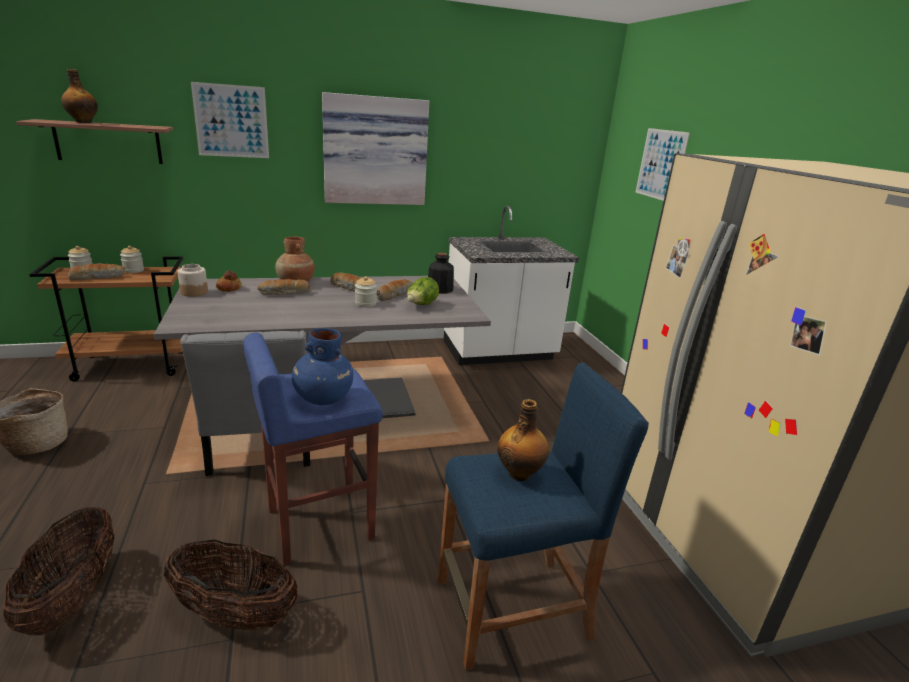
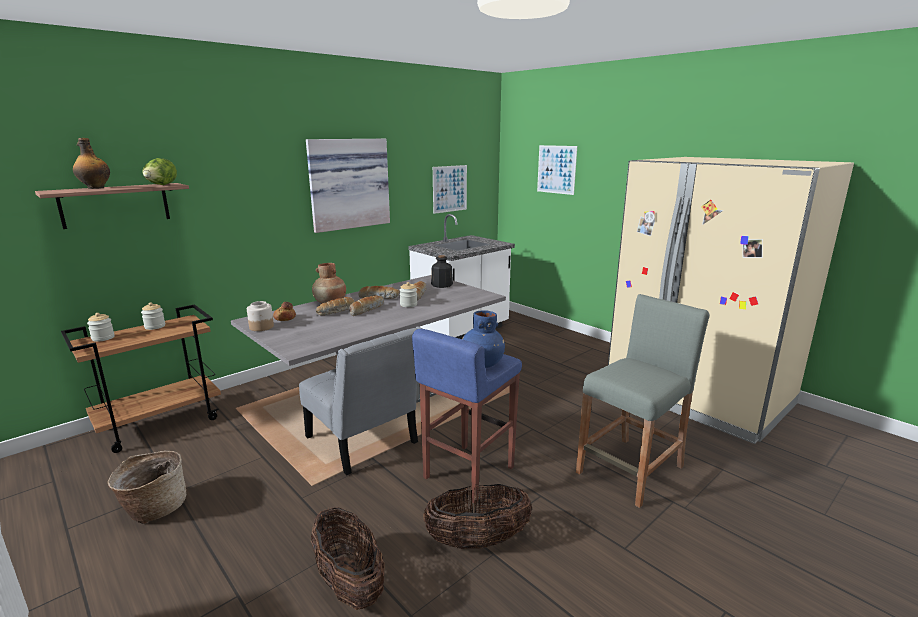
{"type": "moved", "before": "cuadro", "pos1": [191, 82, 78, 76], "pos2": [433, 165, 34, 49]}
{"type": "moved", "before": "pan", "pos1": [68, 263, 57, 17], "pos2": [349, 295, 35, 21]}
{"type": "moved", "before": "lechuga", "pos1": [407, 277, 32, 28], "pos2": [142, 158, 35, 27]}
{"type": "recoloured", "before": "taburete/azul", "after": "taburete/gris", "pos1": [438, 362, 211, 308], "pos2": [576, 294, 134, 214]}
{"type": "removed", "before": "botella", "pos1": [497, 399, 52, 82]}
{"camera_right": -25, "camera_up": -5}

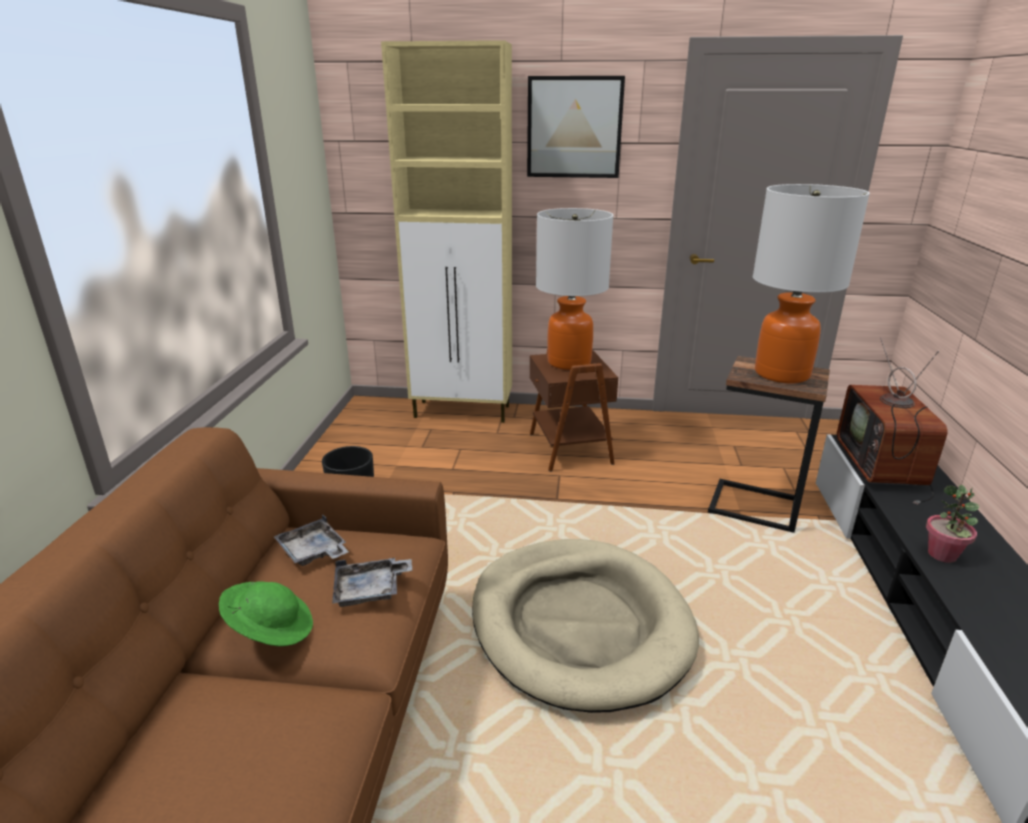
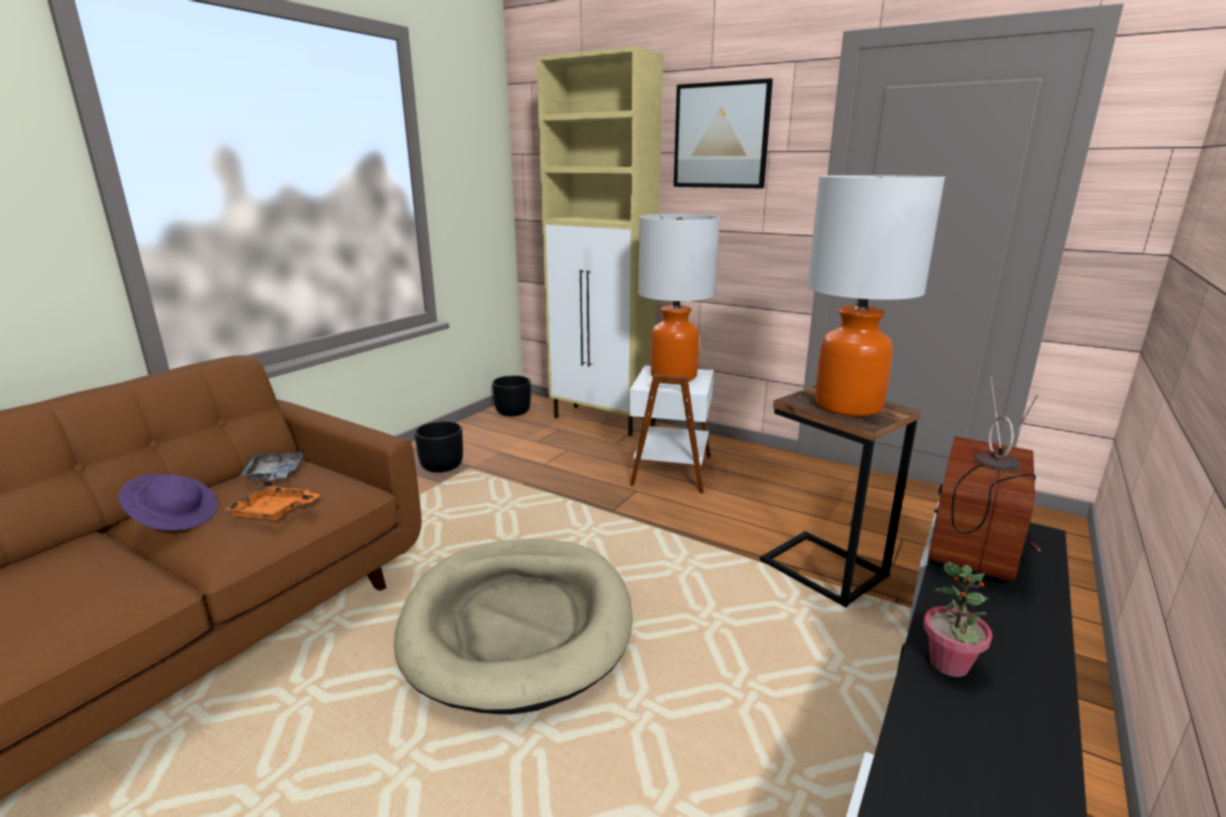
{"type": "recoloured", "before": "mesa auxiliar/marrón", "after": "mesa auxiliar/blanco", "pos1": [530, 350, 88, 122], "pos2": [630, 366, 84, 127]}
{"type": "recoloured", "before": "bandeja/gris", "after": "bandeja/naranja", "pos1": [332, 558, 80, 49], "pos2": [224, 480, 97, 41]}
{"type": "recoloured", "before": "sombrero/verde", "after": "sombrero/morado", "pos1": [219, 581, 94, 65], "pos2": [118, 474, 100, 56]}
{"type": "added", "after": "maceta/negro", "pos2": [492, 375, 39, 41]}
{"camera_right": 25, "camera_up": -5}

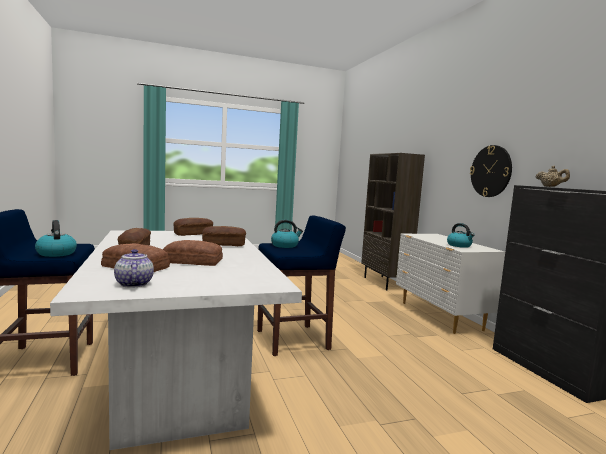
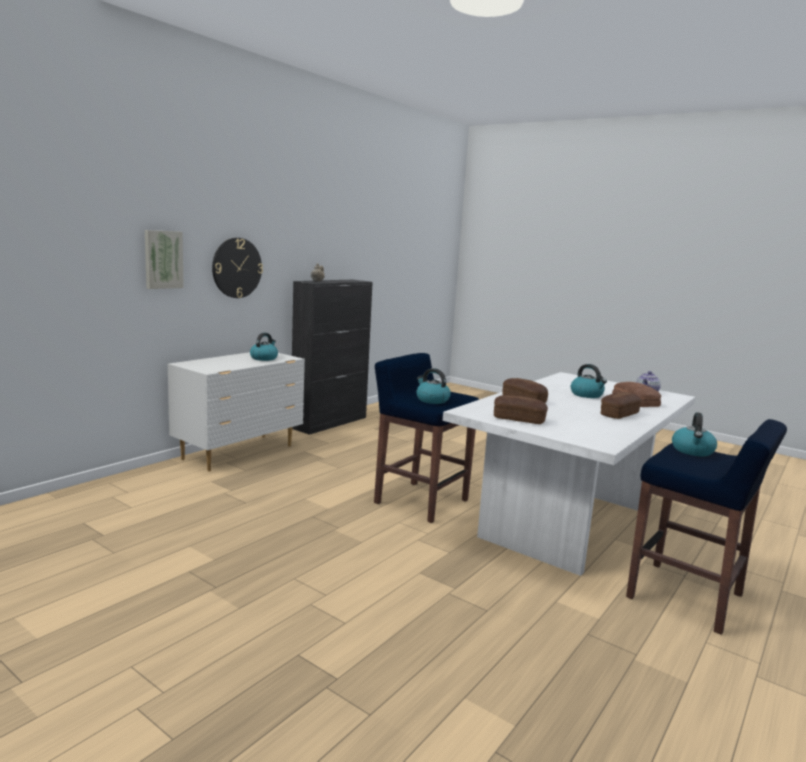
{"type": "removed", "before": "estantería/marrón", "pos1": [361, 153, 64, 137]}
{"type": "replaced", "before": "pan", "after": "hervidor", "pos1": [163, 240, 60, 26], "pos2": [571, 364, 36, 34]}
{"type": "added", "after": "cuadro", "pos2": [145, 230, 39, 59]}
{"camera_right": -125, "camera_up": 5}

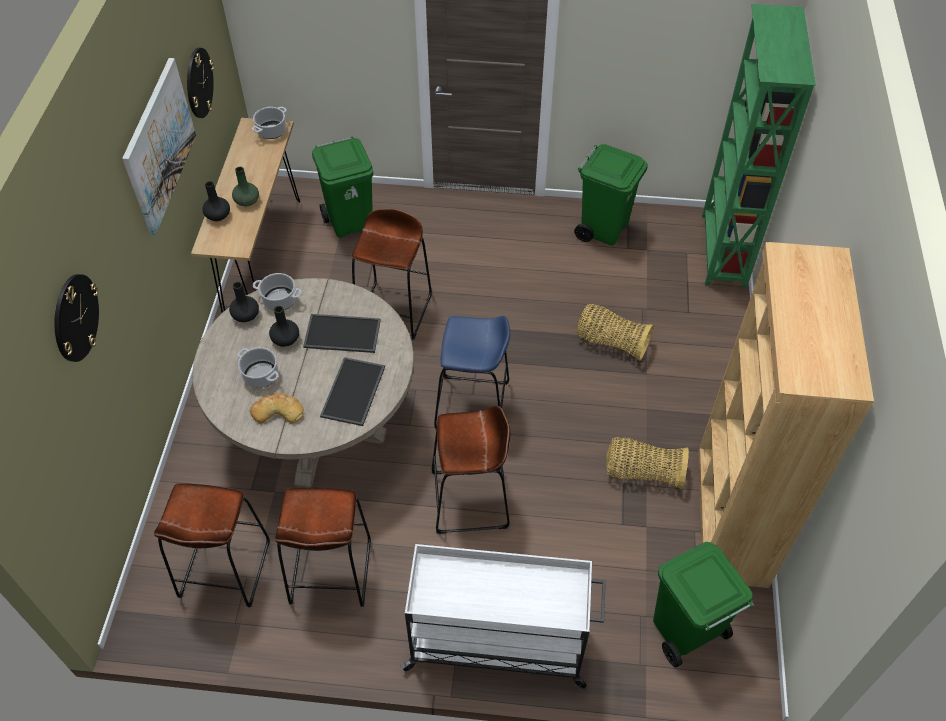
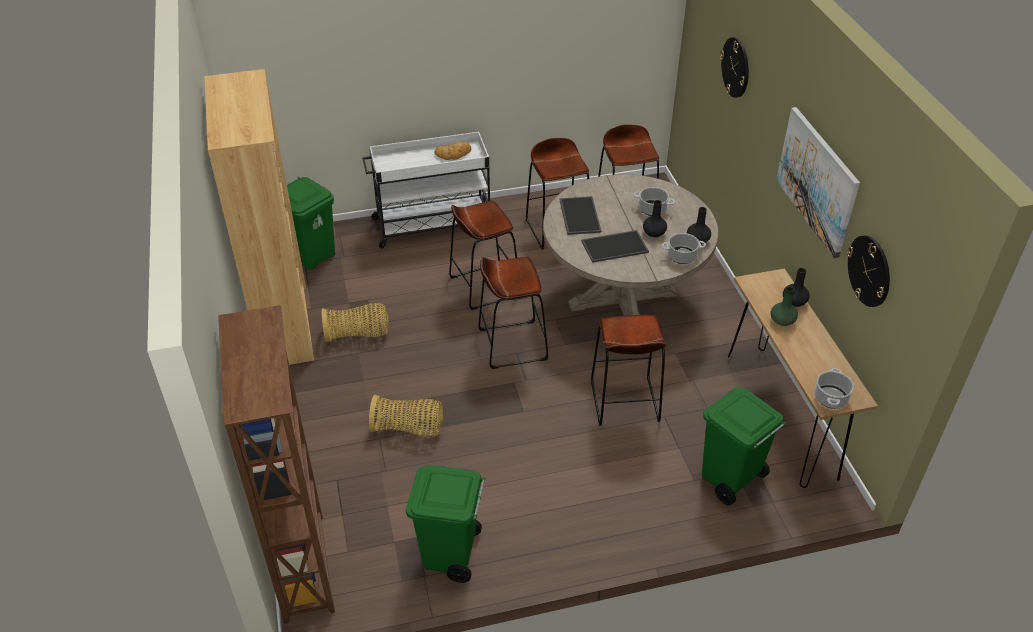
{"type": "recoloured", "before": "estantería/verde", "after": "estantería/marrón", "pos1": [702, 4, 114, 285], "pos2": [218, 305, 117, 318]}
{"type": "recoloured", "before": "taburete/azul", "after": "taburete/marrón", "pos1": [434, 316, 76, 113], "pos2": [478, 257, 70, 112]}
{"type": "moved", "before": "pan", "pos1": [250, 393, 54, 31], "pos2": [435, 141, 36, 19]}
{"camera_right": 160, "camera_up": -10}

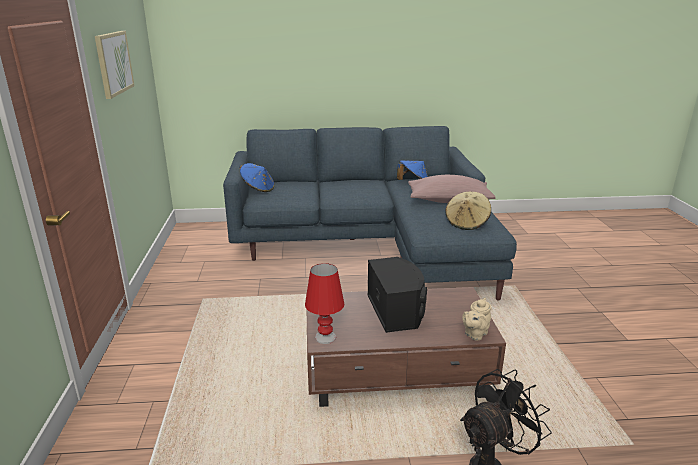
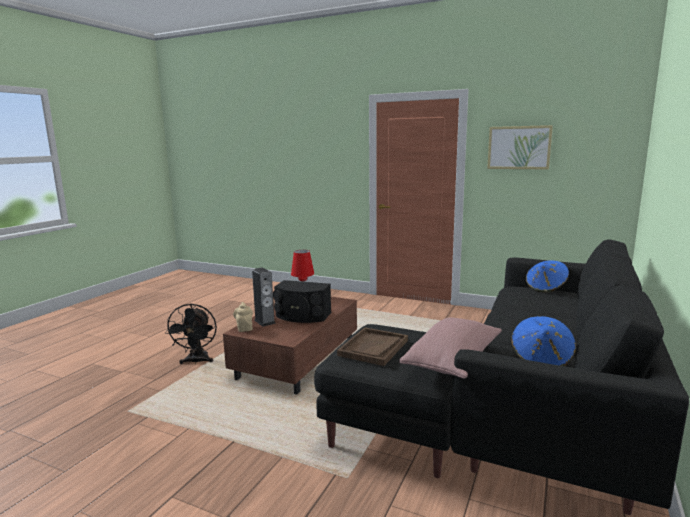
{"type": "recoloured", "before": "sofá/azul", "after": "sofá/negro", "pos1": [223, 126, 294, 174], "pos2": [314, 239, 375, 276]}
{"type": "replaced", "before": "sombrero/beis", "after": "bandeja/marrón", "pos1": [445, 192, 46, 38], "pos2": [337, 327, 71, 39]}
{"type": "added", "after": "altavoz", "pos2": [252, 267, 24, 60]}
{"camera_right": 120, "camera_up": -10}

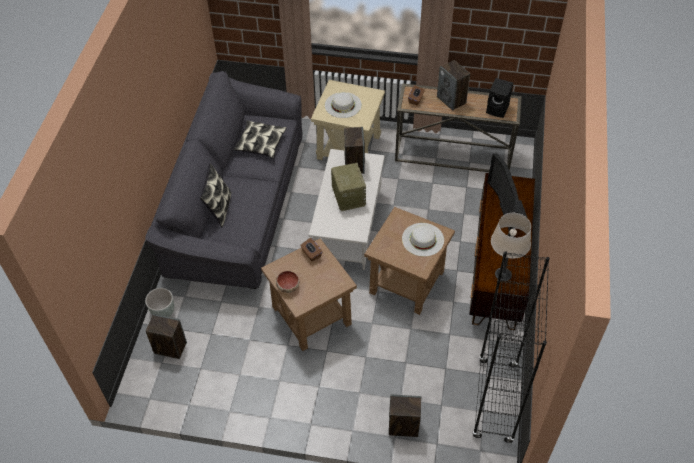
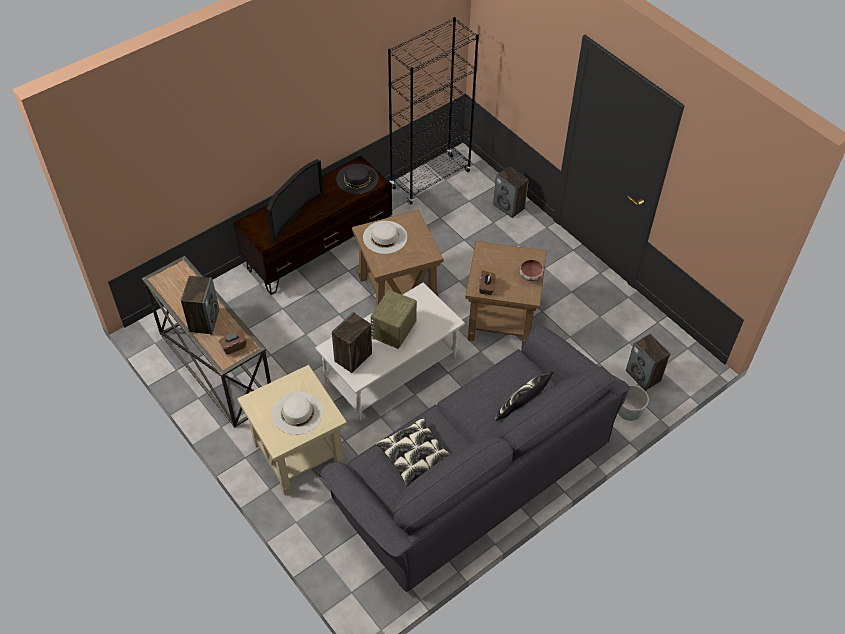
{"type": "removed", "before": "altavoz/negro", "pos1": [486, 78, 27, 40]}
{"type": "replaced", "before": "lámpara de mesa/beis", "after": "sombrero/negro", "pos1": [491, 213, 40, 68], "pos2": [336, 164, 42, 30]}
{"camera_right": -140, "camera_up": 0}

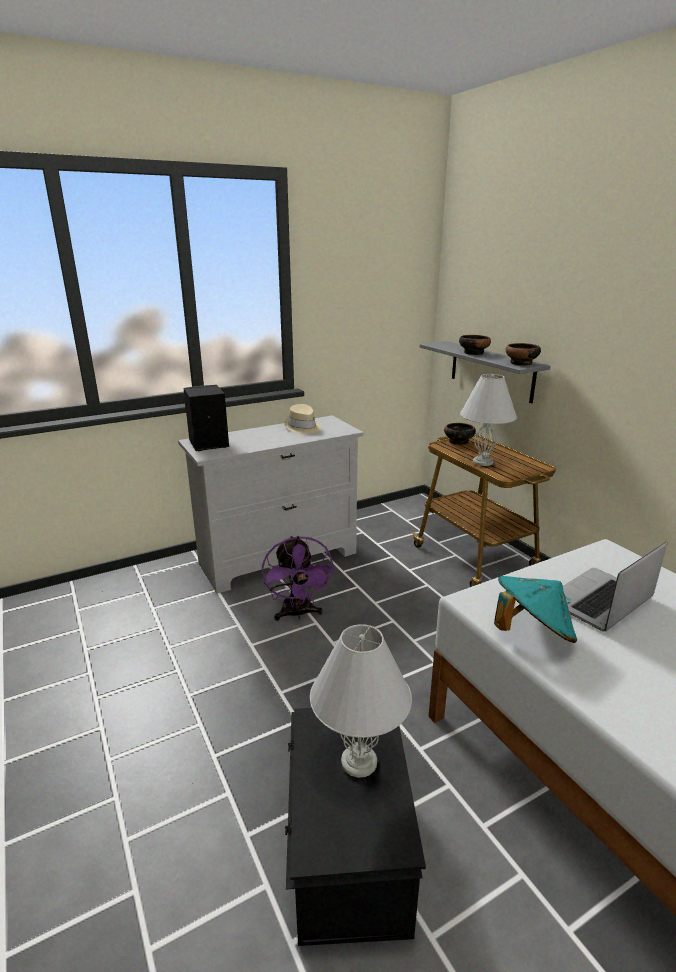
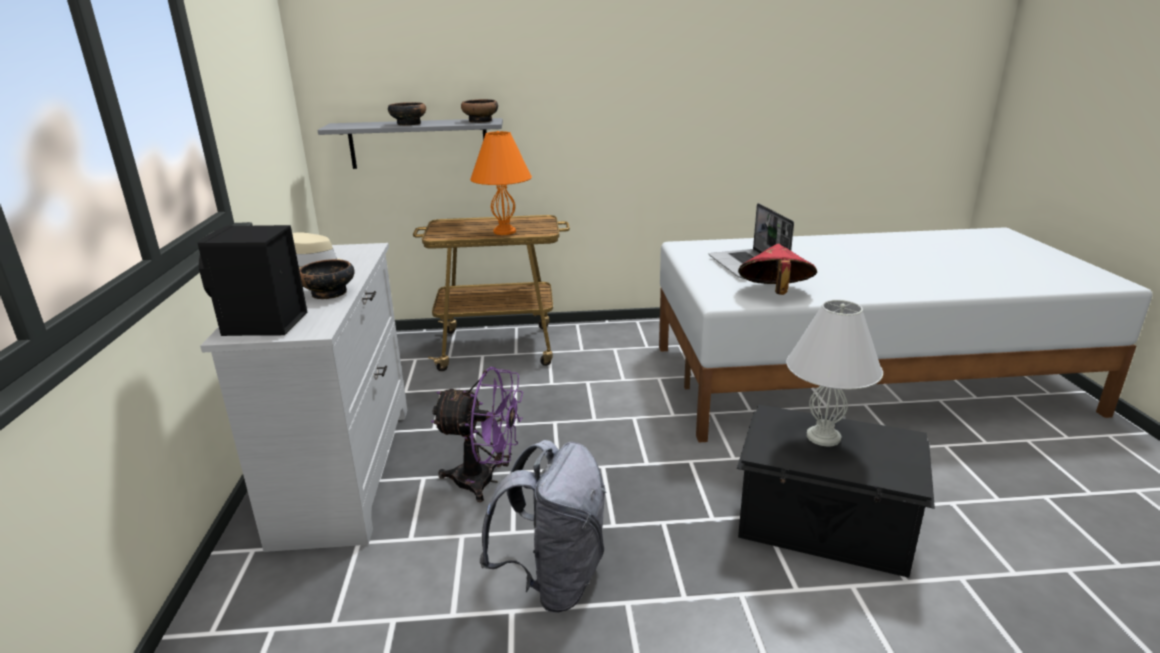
{"type": "recoloured", "before": "lámpara de mesa/blanco", "after": "lámpara de mesa/naranja", "pos1": [460, 374, 57, 92], "pos2": [470, 131, 62, 104]}
{"type": "moved", "before": "cuenco", "pos1": [444, 423, 32, 22], "pos2": [299, 259, 56, 40]}
{"type": "recoloured", "before": "sombrero/turquesa", "after": "sombrero/rojo", "pos1": [494, 576, 83, 67], "pos2": [738, 244, 79, 51]}
{"type": "added", "after": "mochila/gris", "pos2": [479, 440, 127, 173]}
{"camera_right": -65, "camera_up": 0}

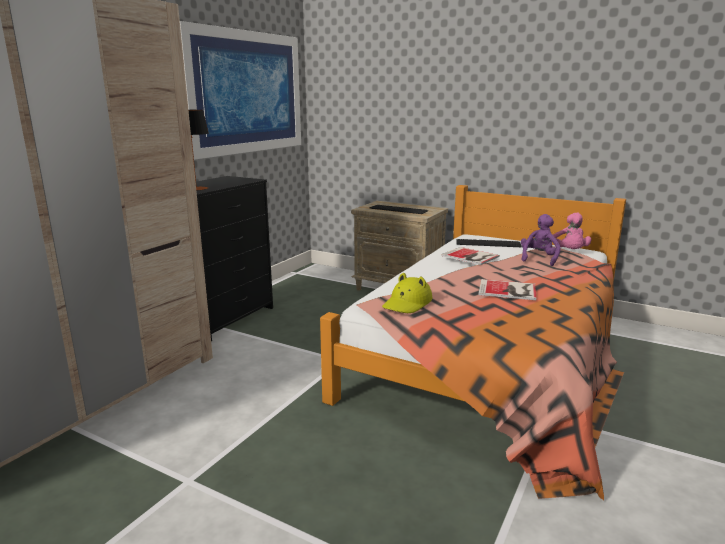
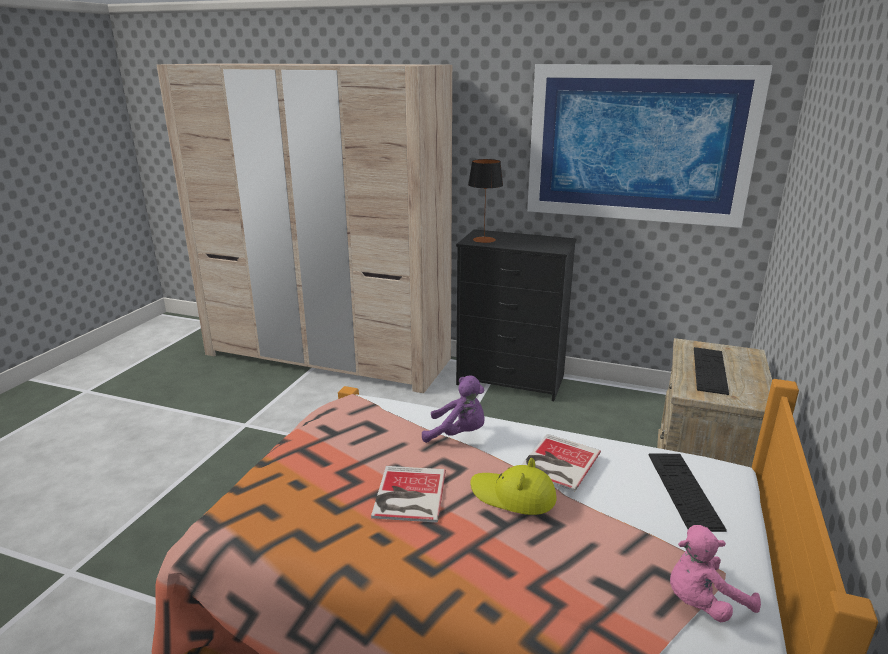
{"type": "moved", "before": "peluche/morado", "pos1": [521, 214, 40, 52], "pos2": [422, 376, 63, 67]}
{"type": "moved", "before": "sombrero/amarillo", "pos1": [382, 273, 50, 40], "pos2": [470, 458, 86, 57]}
{"camera_right": 80, "camera_up": 5}

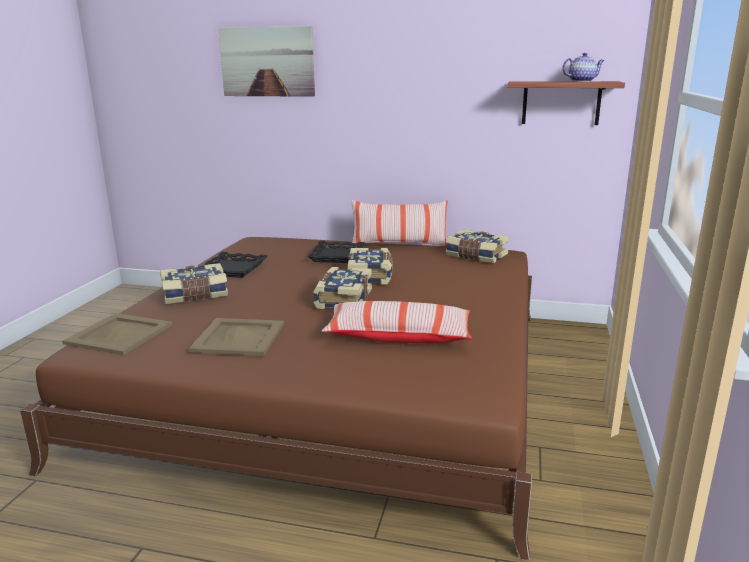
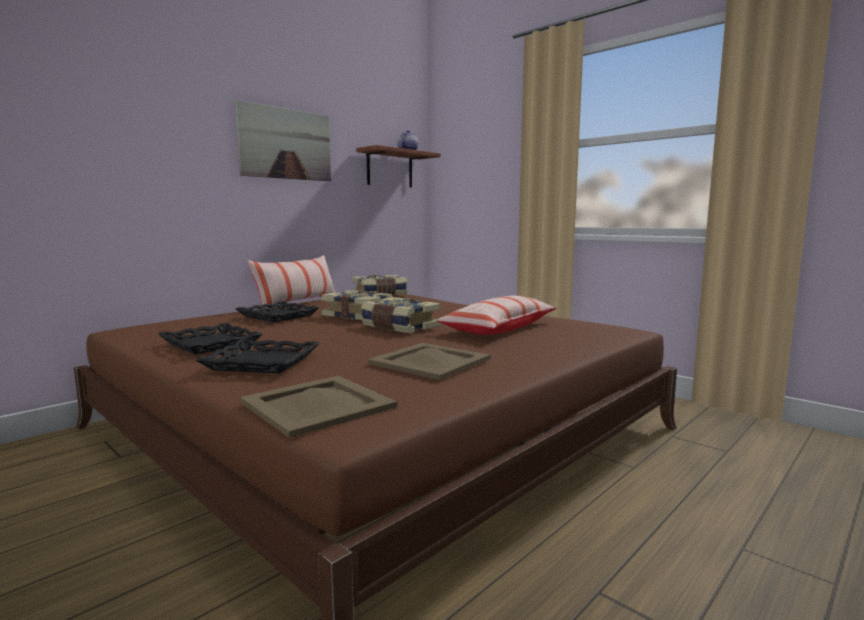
{"type": "moved", "before": "cuadro", "pos1": [218, 26, 97, 71], "pos2": [235, 100, 96, 81]}
{"type": "replaced", "before": "libro", "after": "bandeja/negro", "pos1": [160, 263, 68, 41], "pos2": [195, 339, 124, 35]}
{"camera_right": -60, "camera_up": -10}

